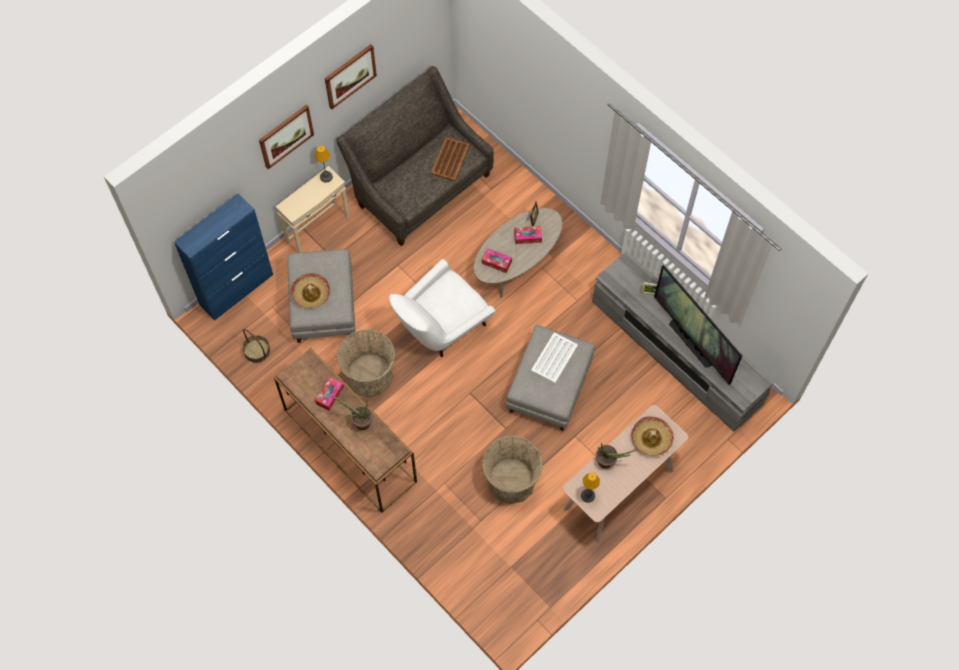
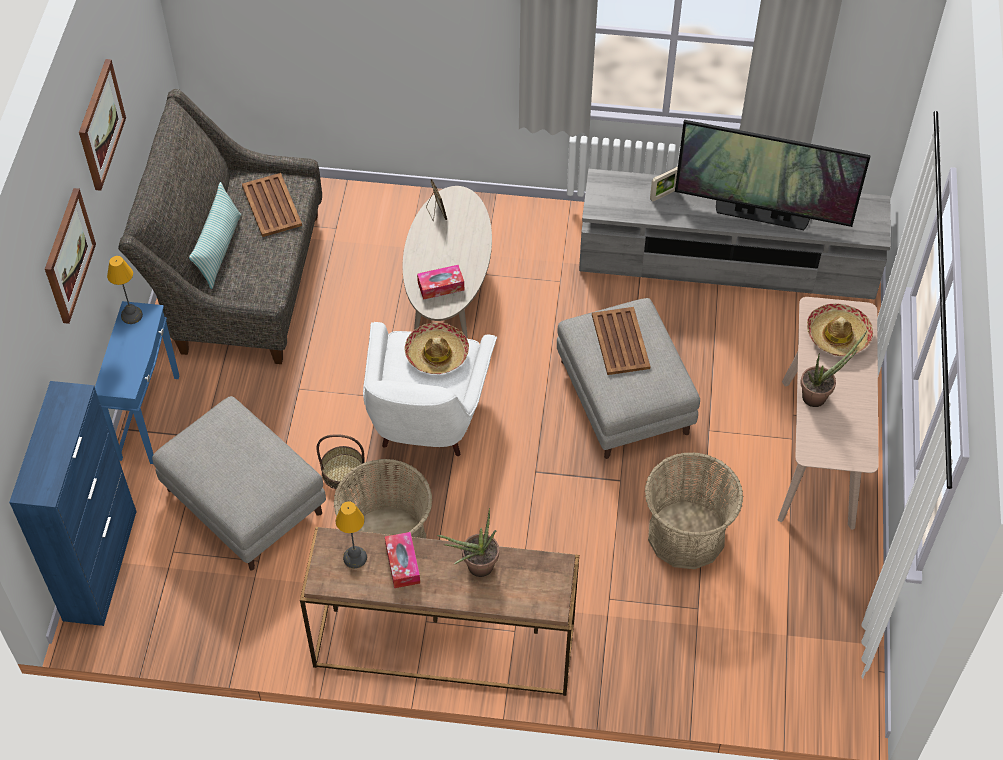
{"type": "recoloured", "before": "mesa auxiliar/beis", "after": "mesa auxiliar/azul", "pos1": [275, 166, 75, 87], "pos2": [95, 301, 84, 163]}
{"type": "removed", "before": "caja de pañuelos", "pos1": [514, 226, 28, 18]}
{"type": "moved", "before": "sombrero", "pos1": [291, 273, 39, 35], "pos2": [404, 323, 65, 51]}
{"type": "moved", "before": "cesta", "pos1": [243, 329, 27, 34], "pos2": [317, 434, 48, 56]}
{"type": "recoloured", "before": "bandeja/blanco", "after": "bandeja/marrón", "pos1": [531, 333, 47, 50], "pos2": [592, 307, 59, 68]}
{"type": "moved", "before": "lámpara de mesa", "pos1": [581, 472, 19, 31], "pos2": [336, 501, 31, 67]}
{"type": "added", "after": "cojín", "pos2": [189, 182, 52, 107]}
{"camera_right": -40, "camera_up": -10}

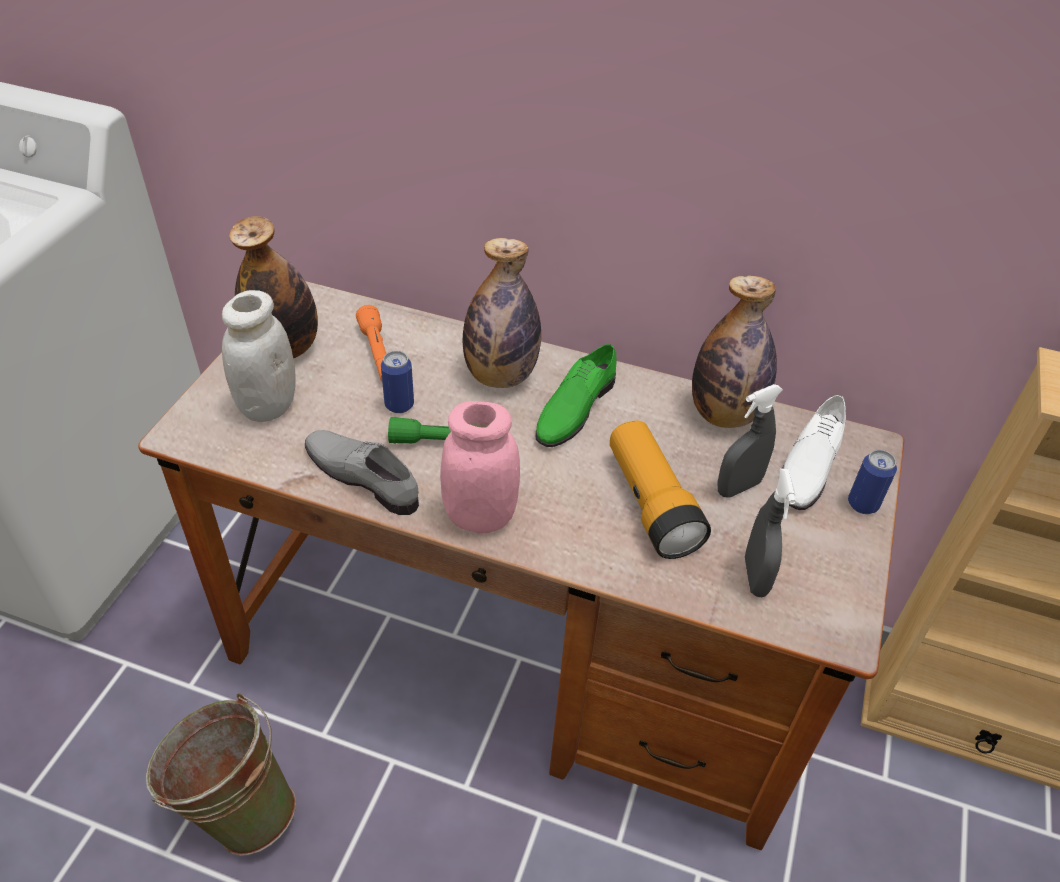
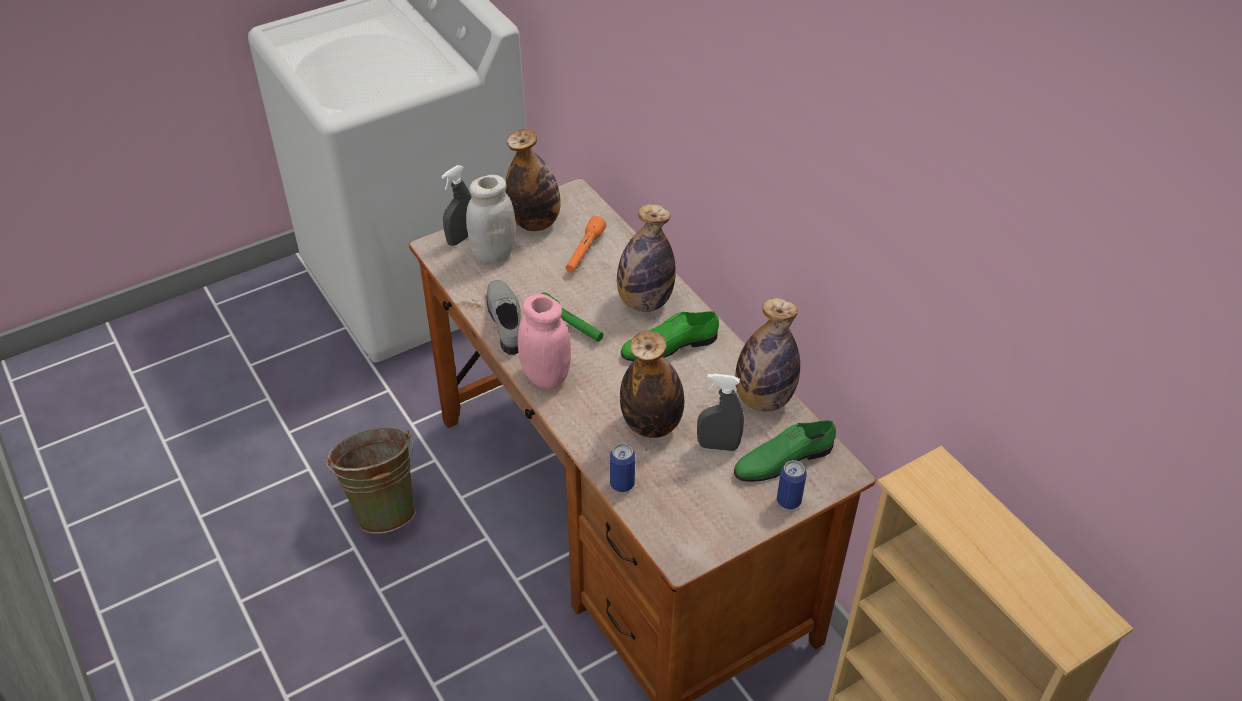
{"type": "moved", "before": "lata", "pos1": [381, 351, 33, 62], "pos2": [610, 443, 25, 49]}
{"type": "recoloured", "before": "zapato/blanco", "after": "zapato/verde", "pos1": [782, 395, 64, 115], "pos2": [734, 420, 102, 62]}
{"type": "replaced", "before": "linterna", "after": "botella", "pos1": [610, 420, 101, 139], "pos2": [620, 331, 64, 107]}
{"type": "moved", "before": "pulverizador/gris", "pos1": [745, 469, 51, 128], "pos2": [441, 165, 31, 81]}
{"camera_right": 40, "camera_up": 0}

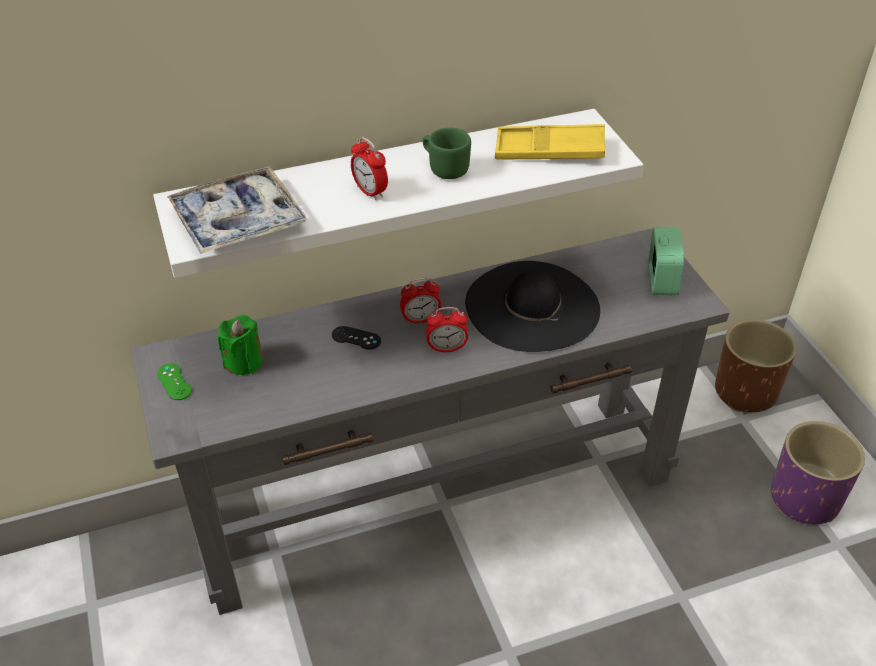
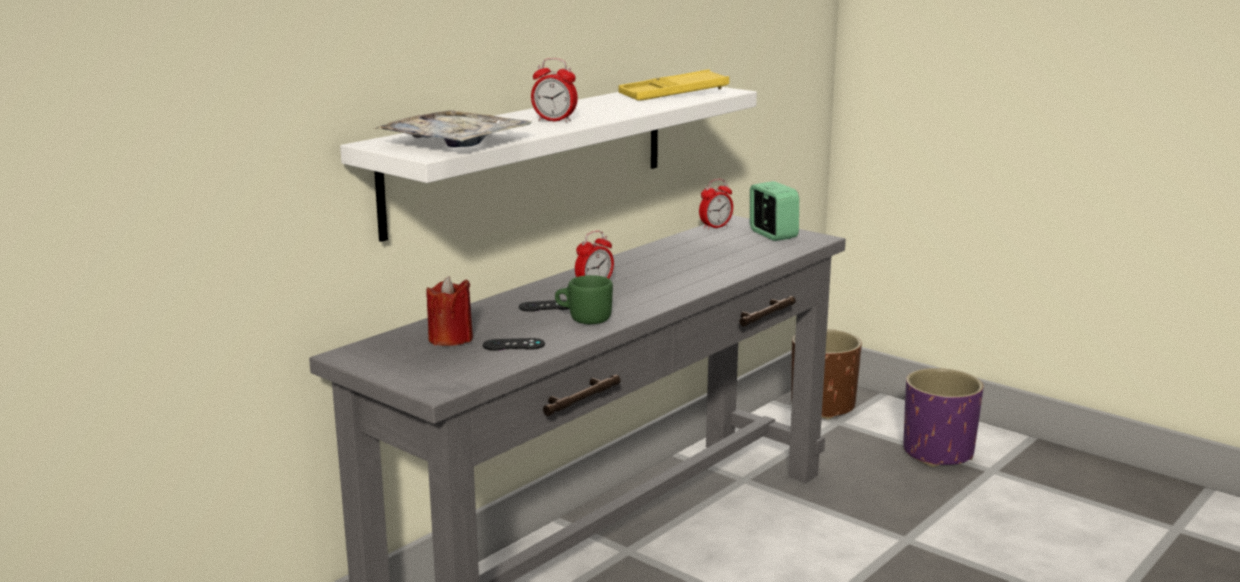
{"type": "moved", "before": "taza grande/verde", "pos1": [423, 128, 48, 51], "pos2": [555, 275, 58, 49]}
{"type": "removed", "before": "sombrero/negro", "pos1": [465, 261, 135, 91]}
{"type": "moved", "before": "despertador", "pos1": [426, 307, 42, 46], "pos2": [699, 179, 34, 51]}
{"type": "recoloured", "before": "vela/verde", "after": "vela/rojo", "pos1": [218, 315, 45, 60], "pos2": [426, 276, 47, 70]}
{"type": "removed", "before": "mando de consola/verde", "pos1": [157, 363, 35, 37]}
{"type": "added", "after": "mando de consola/negro", "pos2": [483, 338, 62, 13]}
{"camera_right": -30, "camera_up": -25}

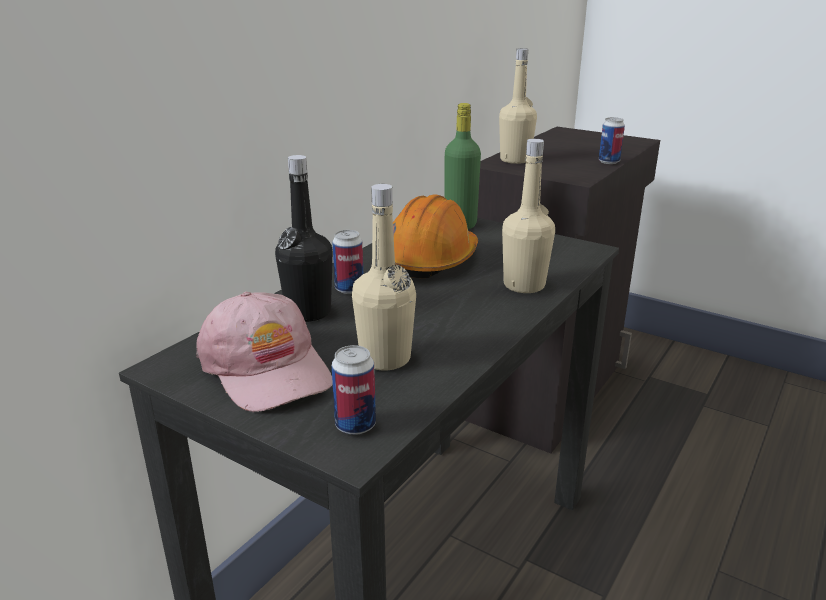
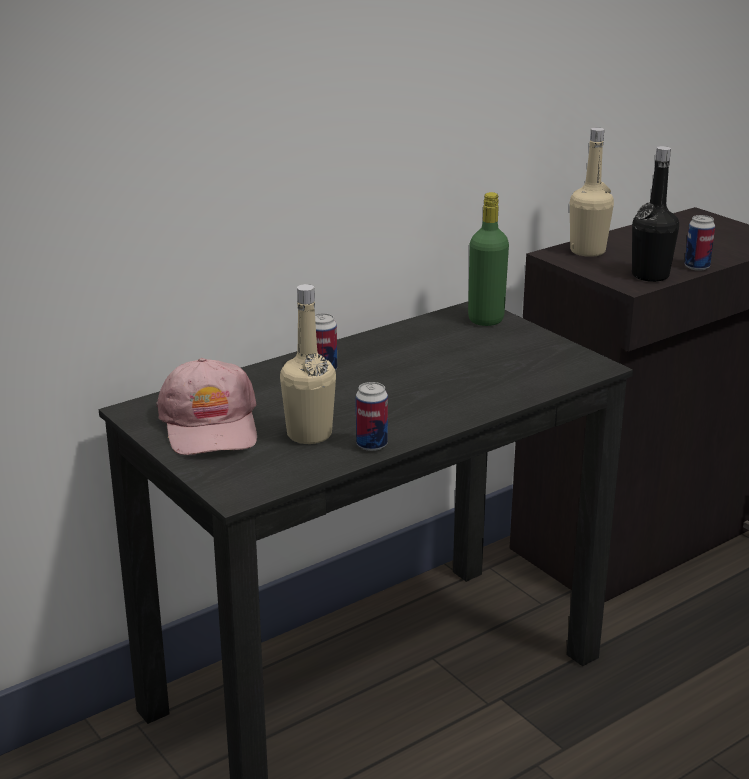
{"type": "removed", "before": "botella/beis", "pos1": [502, 139, 53, 154]}
{"type": "moved", "before": "botella/negro", "pos1": [275, 155, 58, 167], "pos2": [632, 146, 47, 136]}
{"type": "removed", "before": "casco/naranja", "pos1": [393, 194, 85, 84]}
{"type": "moved", "before": "lata", "pos1": [332, 345, 44, 90], "pos2": [356, 382, 32, 69]}
{"camera_right": 20, "camera_up": 0}

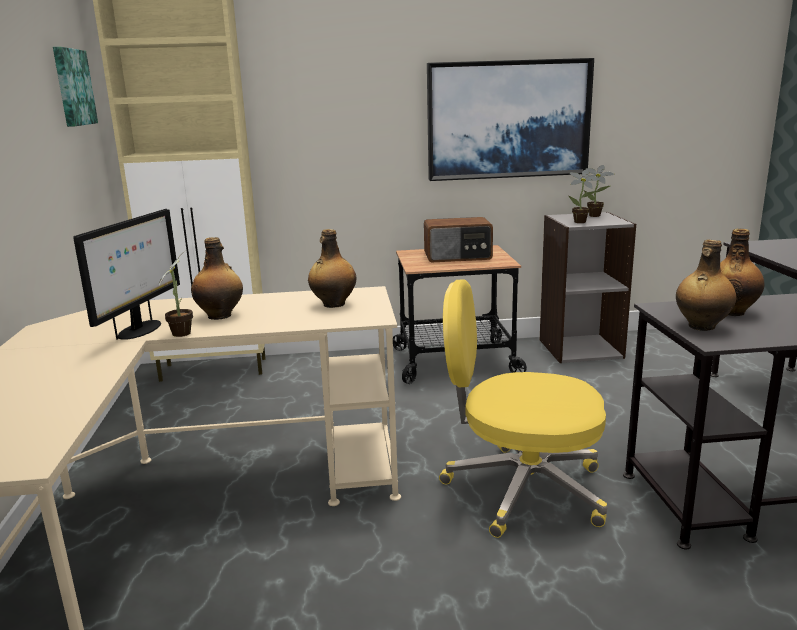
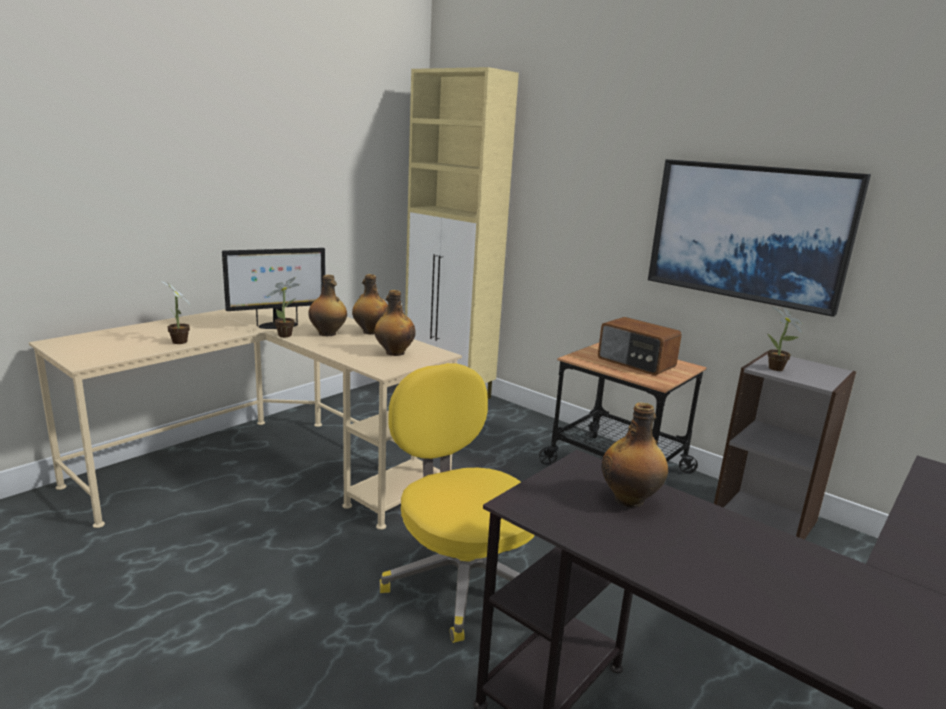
{"type": "removed", "before": "cuadro", "pos1": [53, 47, 45, 80]}
{"type": "moved", "before": "planta en maceta", "pos1": [584, 165, 30, 52], "pos2": [161, 281, 30, 63]}
{"type": "moved", "before": "botella", "pos1": [676, 240, 61, 91], "pos2": [352, 274, 36, 61]}
{"camera_right": 45, "camera_up": 0}

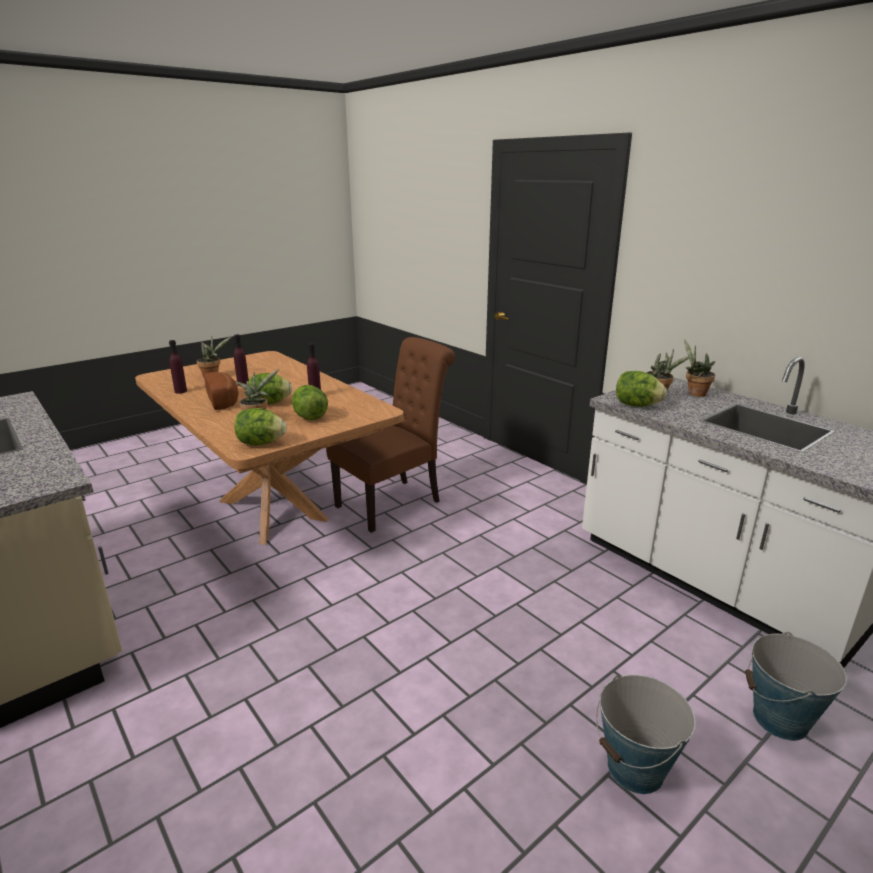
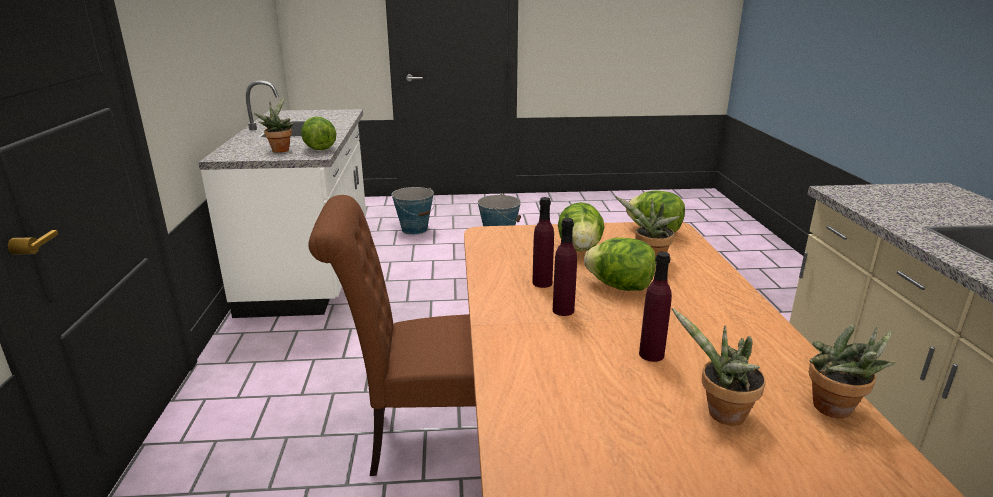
{"type": "moved", "before": "botella/morado", "pos1": [169, 340, 18, 54], "pos2": [553, 218, 24, 98]}
{"type": "moved", "before": "planta en maceta", "pos1": [684, 340, 31, 57], "pos2": [809, 324, 87, 94]}
{"type": "removed", "before": "pan", "pos1": [204, 372, 34, 38]}
{"camera_right": -145, "camera_up": 0}

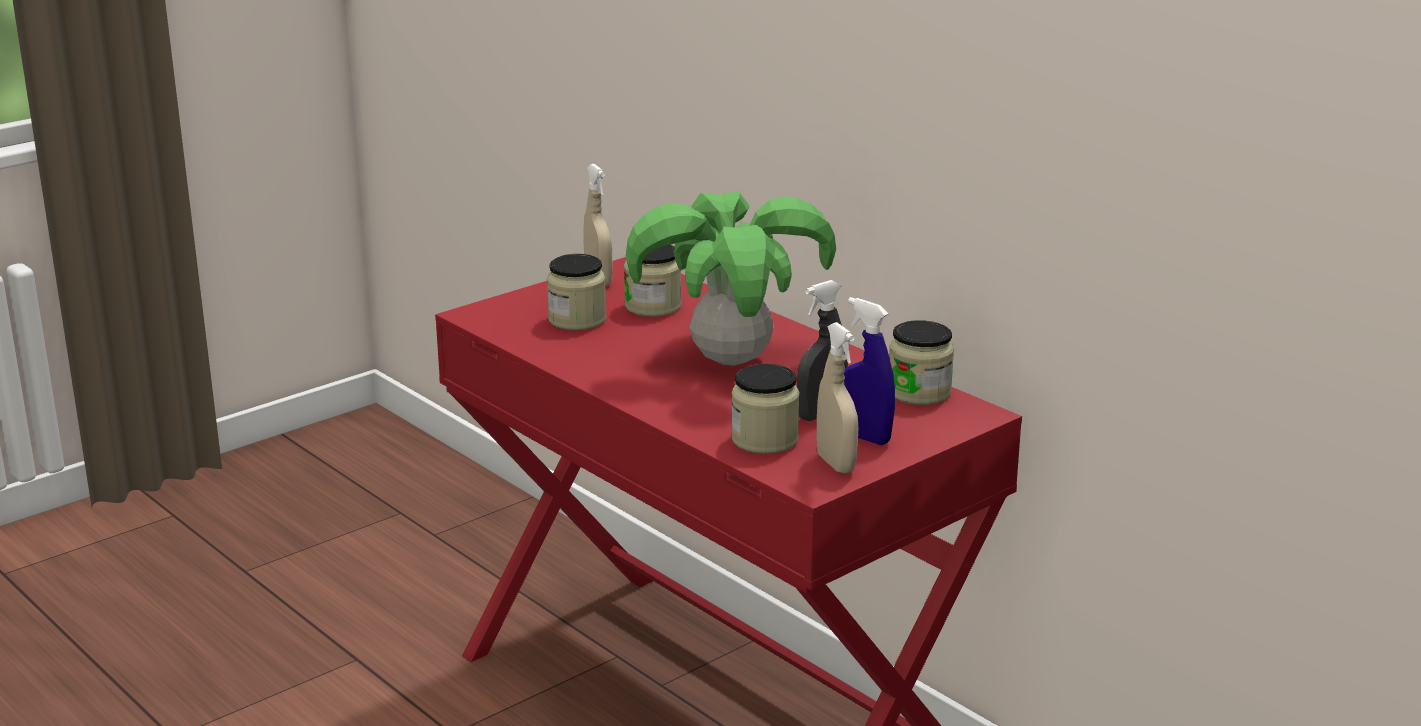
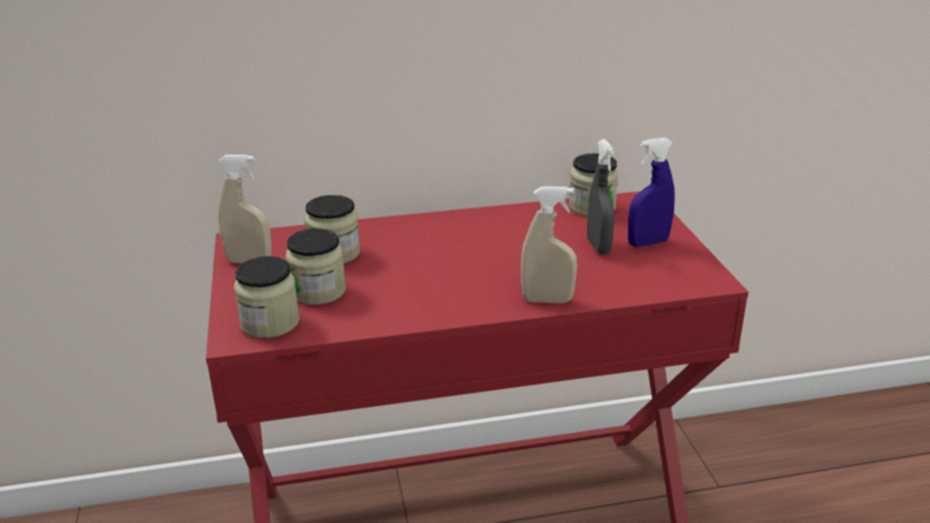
{"type": "removed", "before": "planta en maceta", "pos1": [626, 191, 210, 175]}
{"type": "moved", "before": "pulverizador/beis", "pos1": [817, 322, 41, 152], "pos2": [521, 186, 56, 117]}
{"type": "moved", "before": "tarro", "pos1": [731, 364, 69, 90], "pos2": [234, 256, 66, 82]}
{"camera_right": -60, "camera_up": 5}

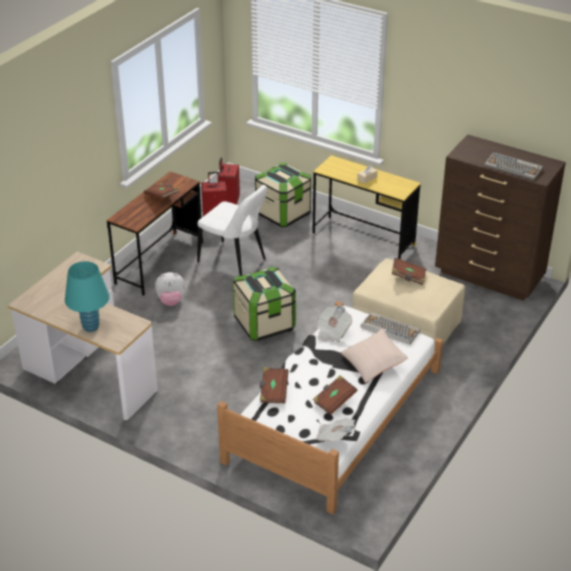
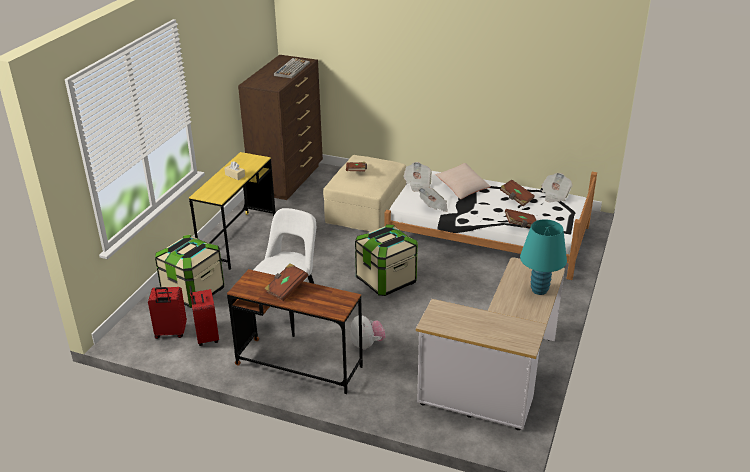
{"type": "replaced", "before": "teclado", "after": "periódico", "pos1": [360, 313, 60, 32], "pos2": [403, 162, 29, 30]}
{"camera_right": -100, "camera_up": -5}

